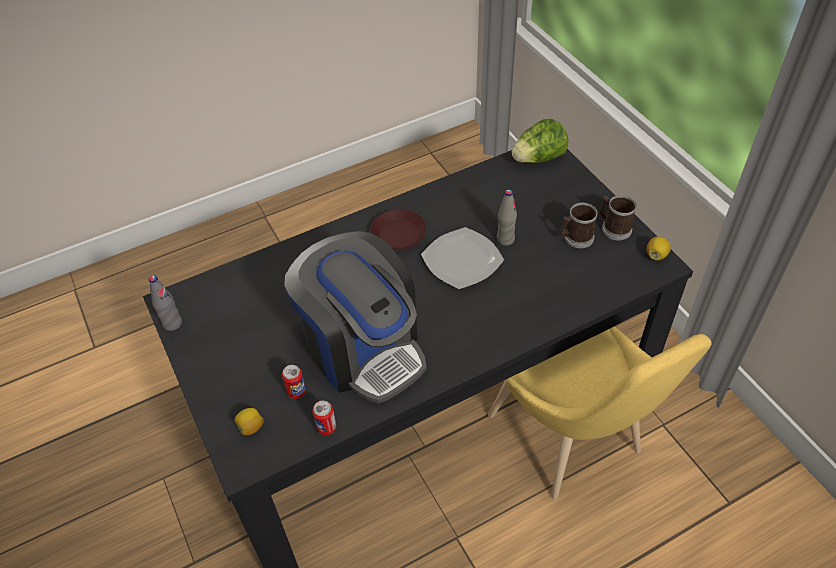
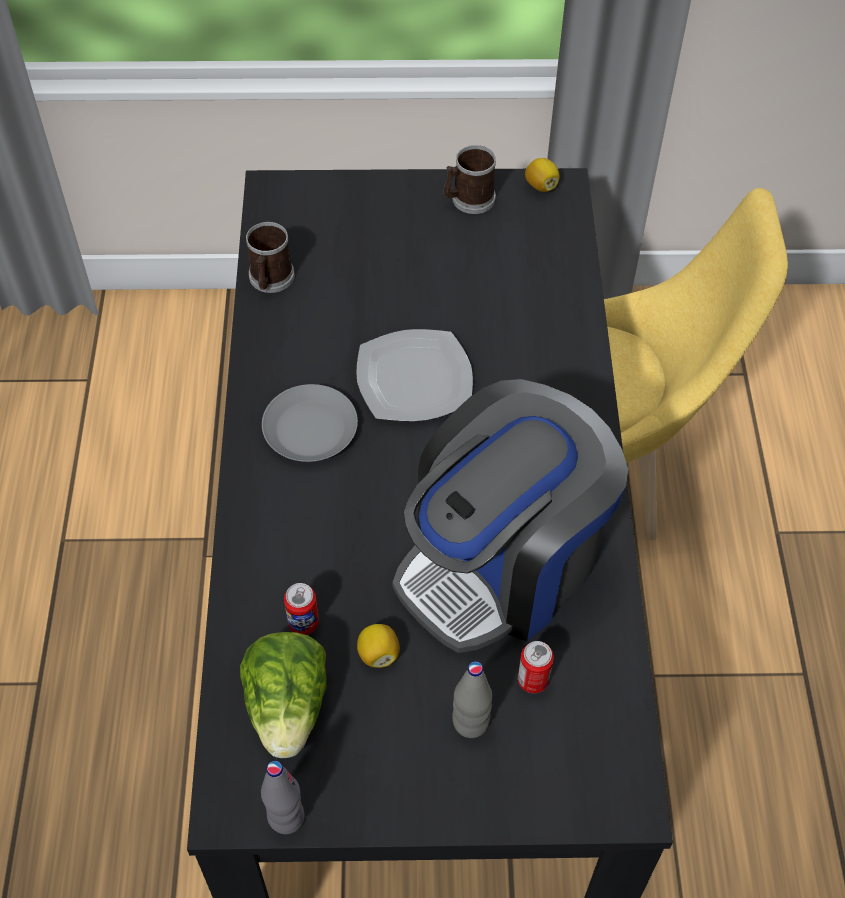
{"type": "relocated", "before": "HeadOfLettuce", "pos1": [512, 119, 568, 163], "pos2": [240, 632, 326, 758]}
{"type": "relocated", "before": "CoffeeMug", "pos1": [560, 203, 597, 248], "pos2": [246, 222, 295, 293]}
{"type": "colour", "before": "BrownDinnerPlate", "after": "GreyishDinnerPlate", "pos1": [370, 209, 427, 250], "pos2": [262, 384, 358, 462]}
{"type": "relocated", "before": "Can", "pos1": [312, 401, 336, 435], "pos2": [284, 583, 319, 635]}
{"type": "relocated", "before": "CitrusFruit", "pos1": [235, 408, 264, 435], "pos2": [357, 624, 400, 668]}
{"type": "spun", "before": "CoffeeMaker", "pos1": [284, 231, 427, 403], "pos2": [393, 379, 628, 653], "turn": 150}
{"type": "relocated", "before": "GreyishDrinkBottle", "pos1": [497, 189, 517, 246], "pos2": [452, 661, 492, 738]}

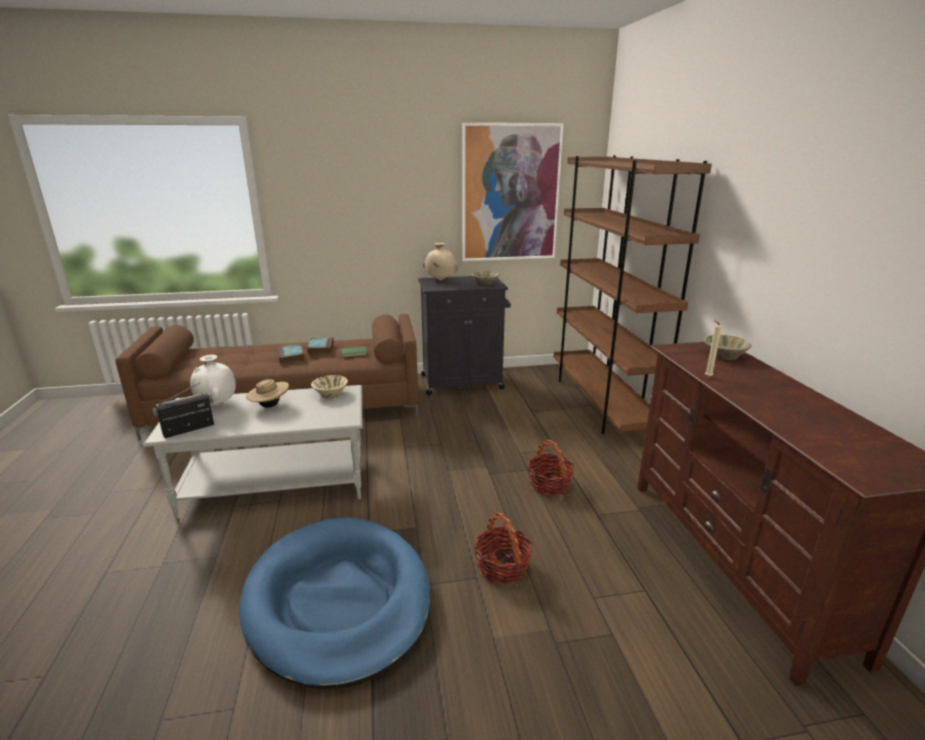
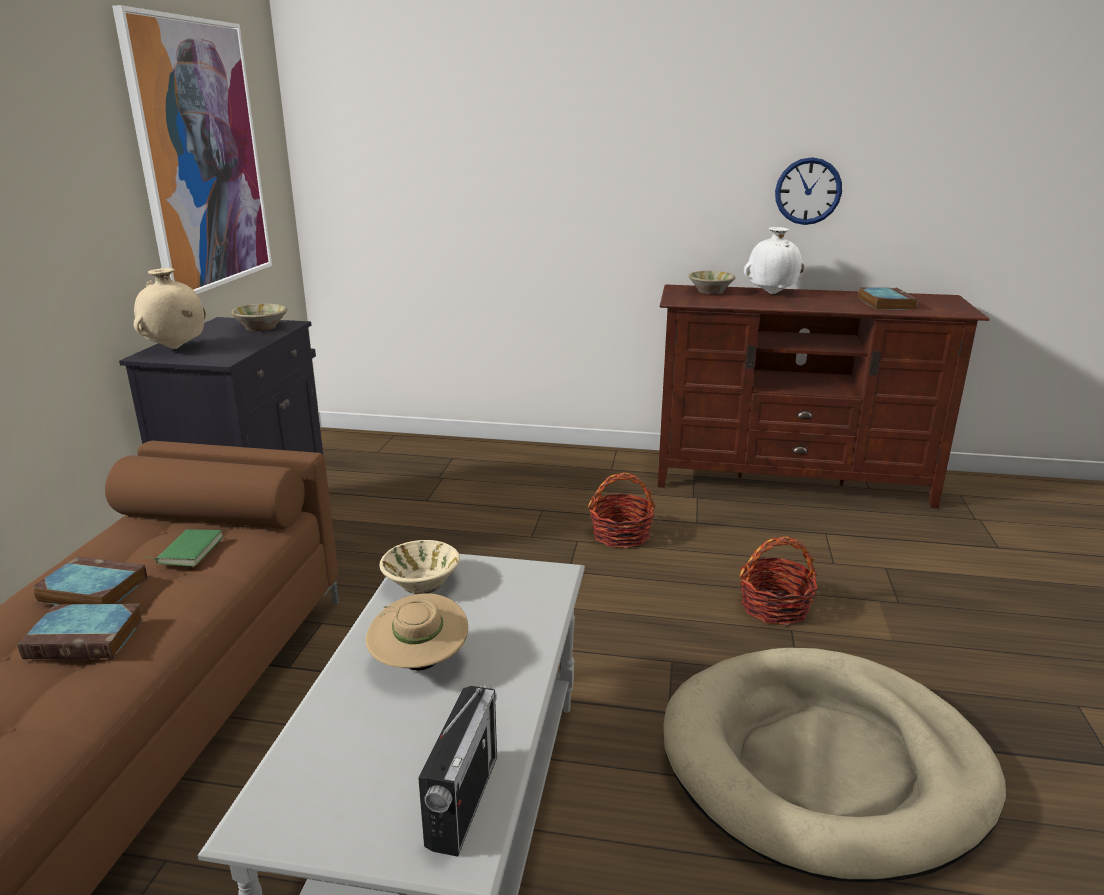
{"type": "spun", "before": "RadioSet", "pos1": [152, 383, 214, 438], "pos2": [418, 685, 497, 857], "turn": -150}
{"type": "colour", "before": "BlueDogCushion", "after": "BeigeColouredDogCushion", "pos1": [239, 517, 430, 689], "pos2": [663, 648, 1006, 883]}
{"type": "relocated", "before": "WhiteColouredDecorativeVase", "pos1": [190, 355, 236, 405], "pos2": [744, 227, 805, 294]}
{"type": "appeared", "after": "HangingClock", "pos2": [775, 157, 842, 225]}
{"type": "appeared", "after": "BoundBook", "pos2": [858, 287, 918, 310]}
{"type": "missing", "before": "BrownBookshelf", "pos1": [554, 155, 712, 434]}
{"type": "missing", "before": "BeigeColouredWaxLight", "pos1": [705, 320, 722, 377]}

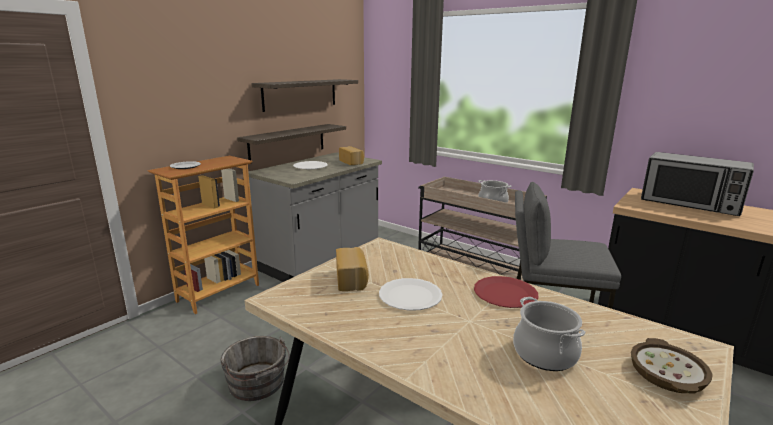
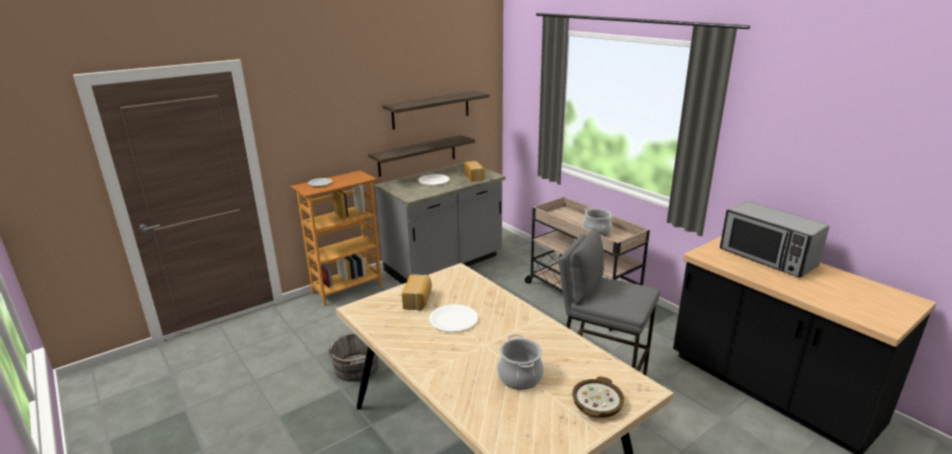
{"type": "missing", "before": "RedColouredDinnerPlate", "pos1": [474, 276, 539, 308]}

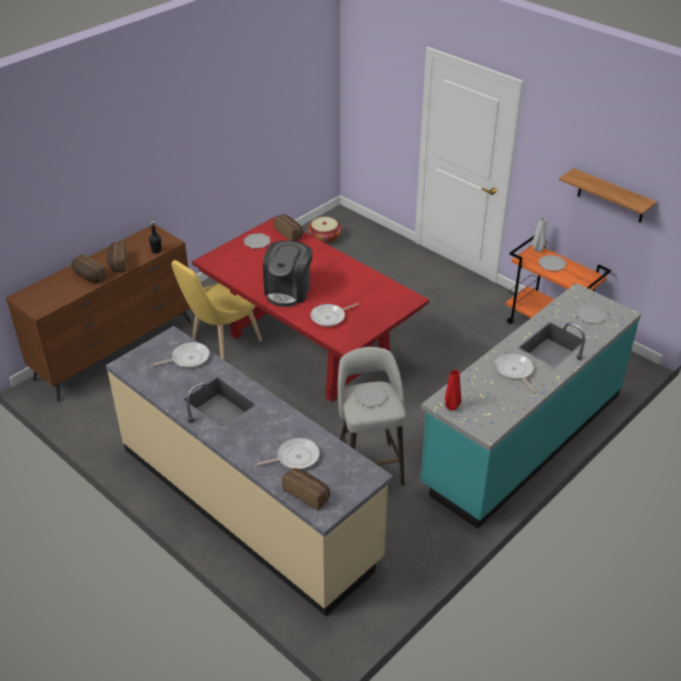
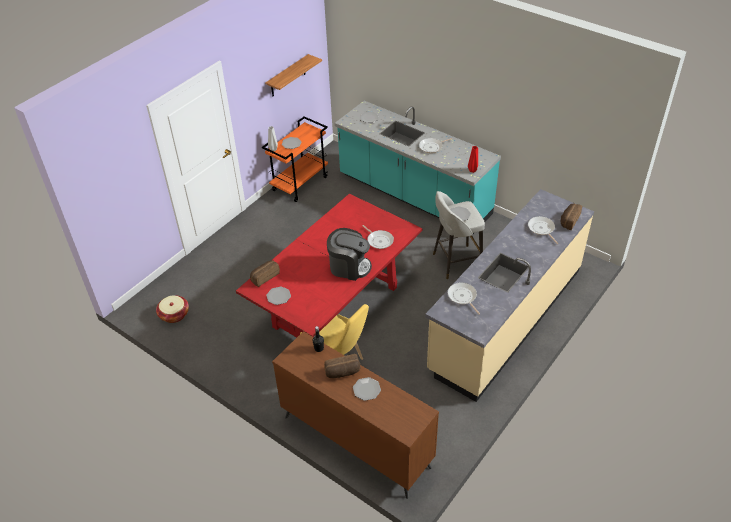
{"type": "exchanged", "before": "Bread", "after": "DinnerPlate", "pos1": [71, 254, 107, 283], "pos2": [353, 377, 381, 401]}

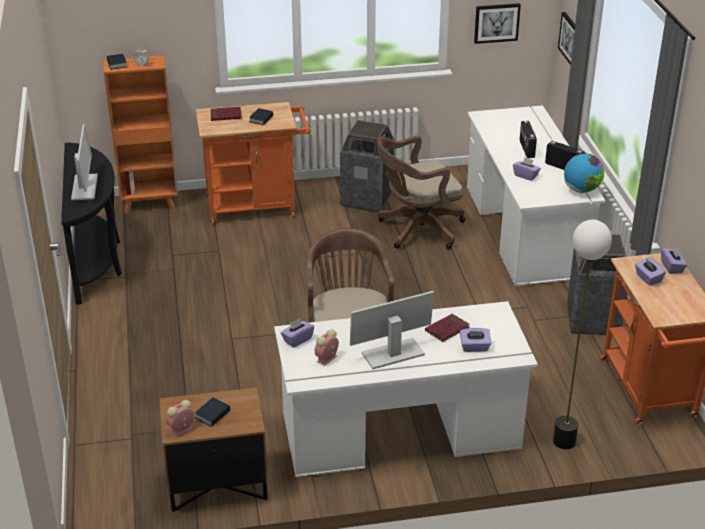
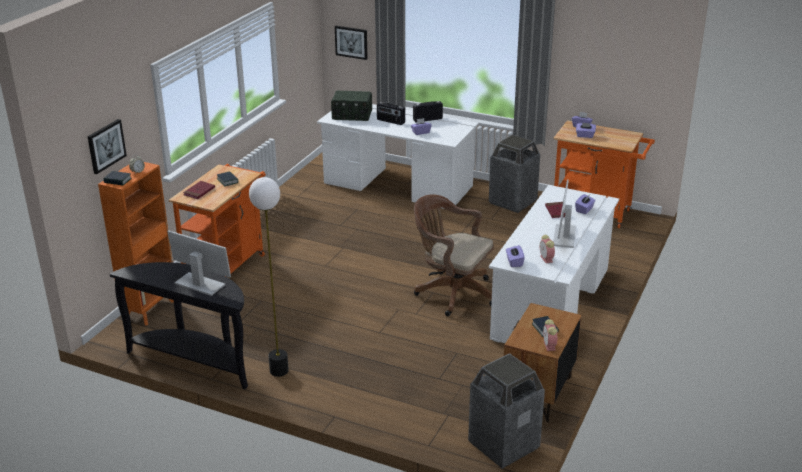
{"type": "relocated", "before": "Picture", "pos1": [474, 3, 521, 44], "pos2": [87, 119, 127, 174]}
{"type": "relocated", "before": "FloorLamp", "pos1": [553, 220, 612, 449], "pos2": [249, 177, 289, 377]}
{"type": "appeared", "after": "RadioSet", "pos2": [331, 91, 372, 121]}
{"type": "relocated", "before": "TrashCan", "pos1": [340, 120, 395, 213], "pos2": [468, 353, 545, 469]}
{"type": "missing", "before": "BrownOfficeChair", "pos1": [377, 136, 466, 249]}
{"type": "missing", "before": "DeskGlobe", "pos1": [564, 153, 604, 193]}

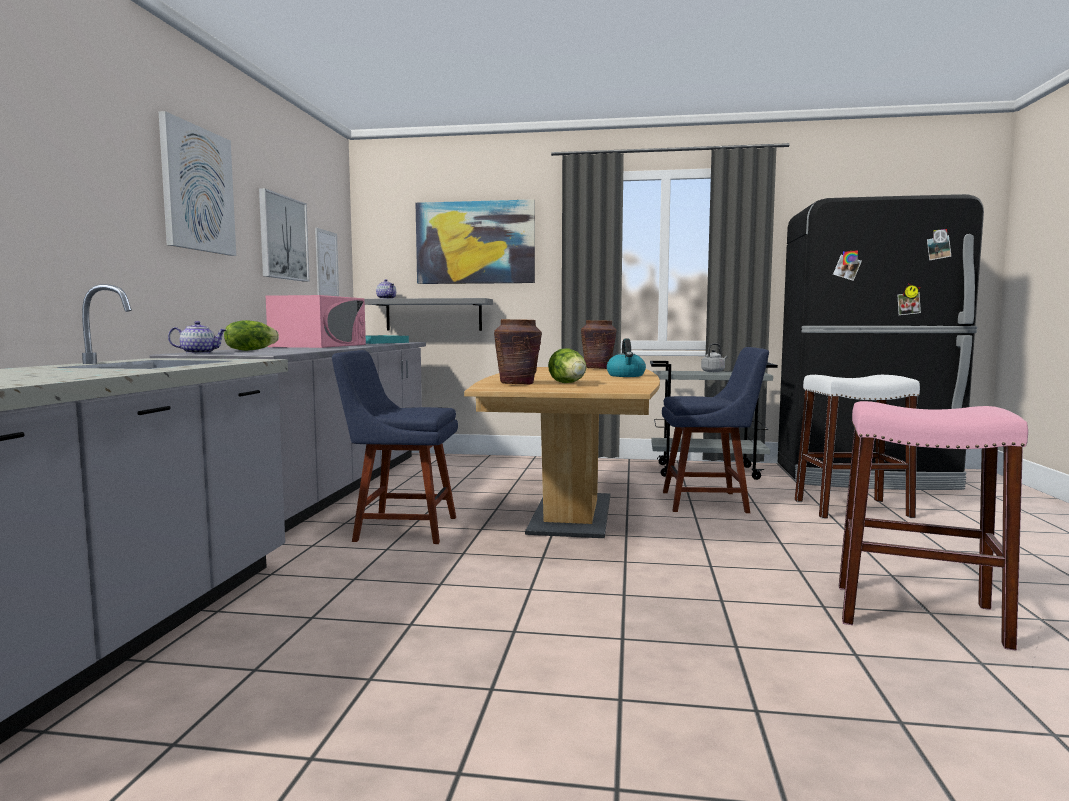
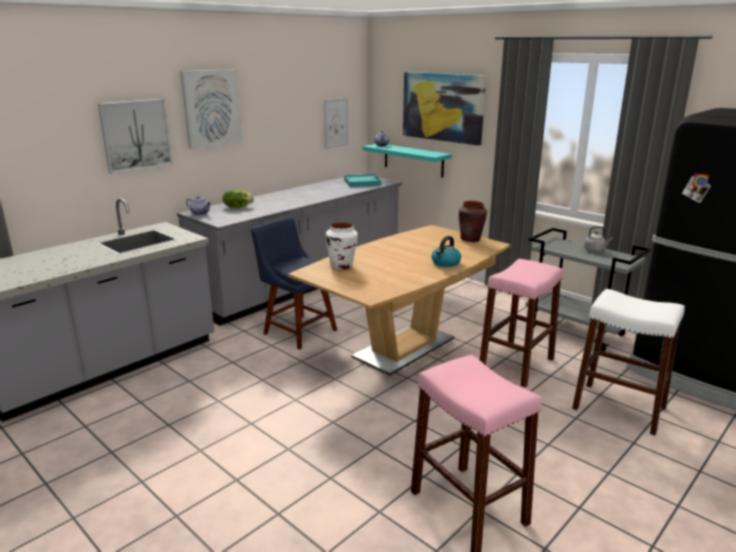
{"type": "relocated", "before": "Picture", "pos1": [259, 188, 310, 282], "pos2": [97, 99, 173, 174]}
{"type": "colour", "before": "BrownDecorativeVase", "after": "WhiteColouredDecorativeVase", "pos1": [494, 319, 542, 384], "pos2": [326, 222, 358, 269]}
{"type": "colour", "before": "GreyishWallShelf", "after": "TurquoiseColouredWallShelf", "pos1": [365, 298, 493, 331], "pos2": [362, 144, 452, 177]}
{"type": "exchanged", "before": "BlueUprightChair", "after": "PinkSittingStool", "pos1": [662, 347, 769, 513], "pos2": [480, 259, 563, 388]}
{"type": "missing", "before": "PinkKitchenMicrowave", "pos1": [266, 295, 366, 348]}
{"type": "missing", "before": "HeadOfLettuce", "pos1": [548, 348, 587, 383]}

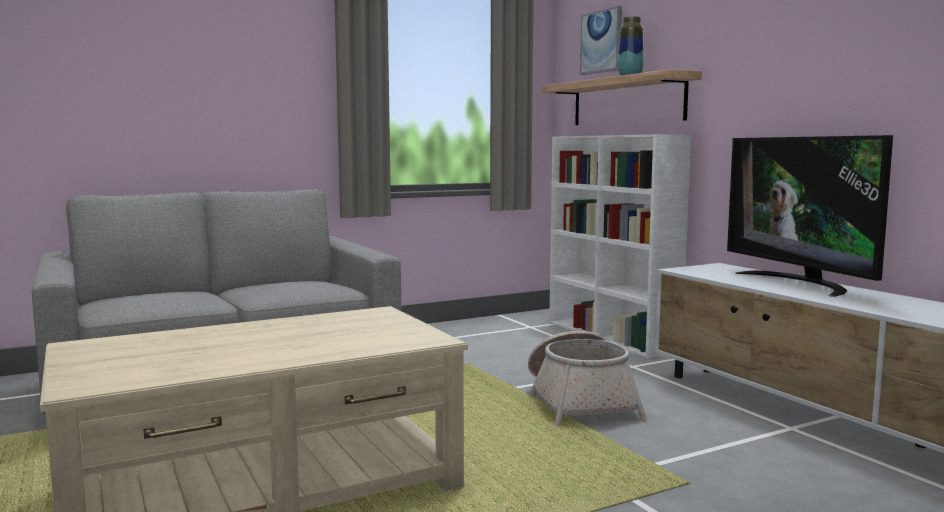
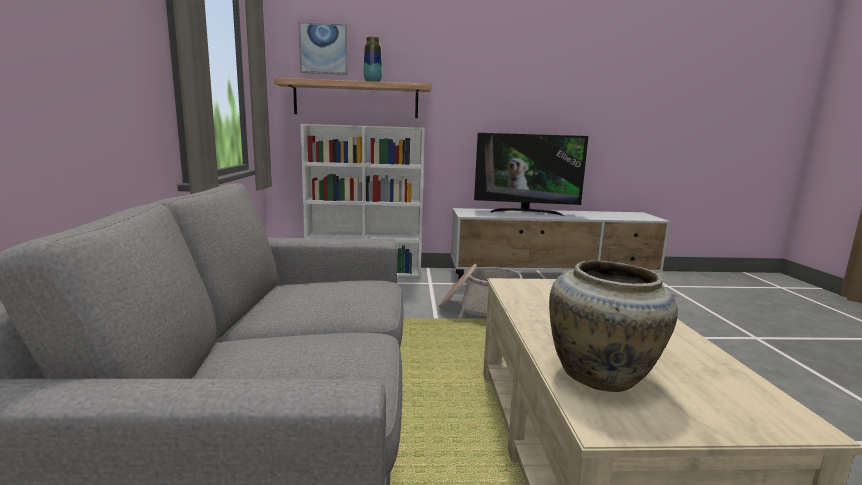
{"type": "appeared", "after": "BeigeColouredDecorativeVase", "pos2": [549, 260, 678, 392]}

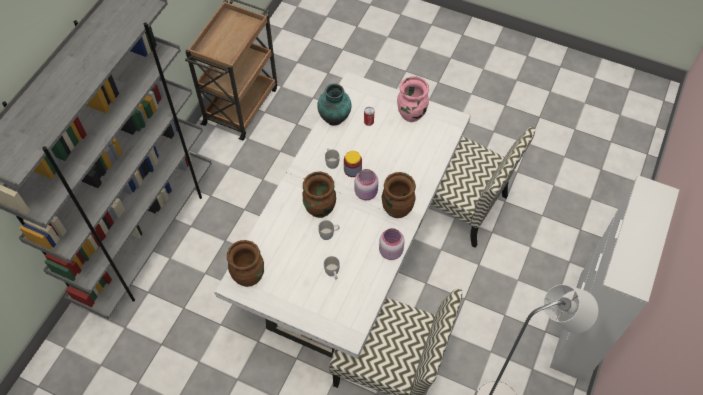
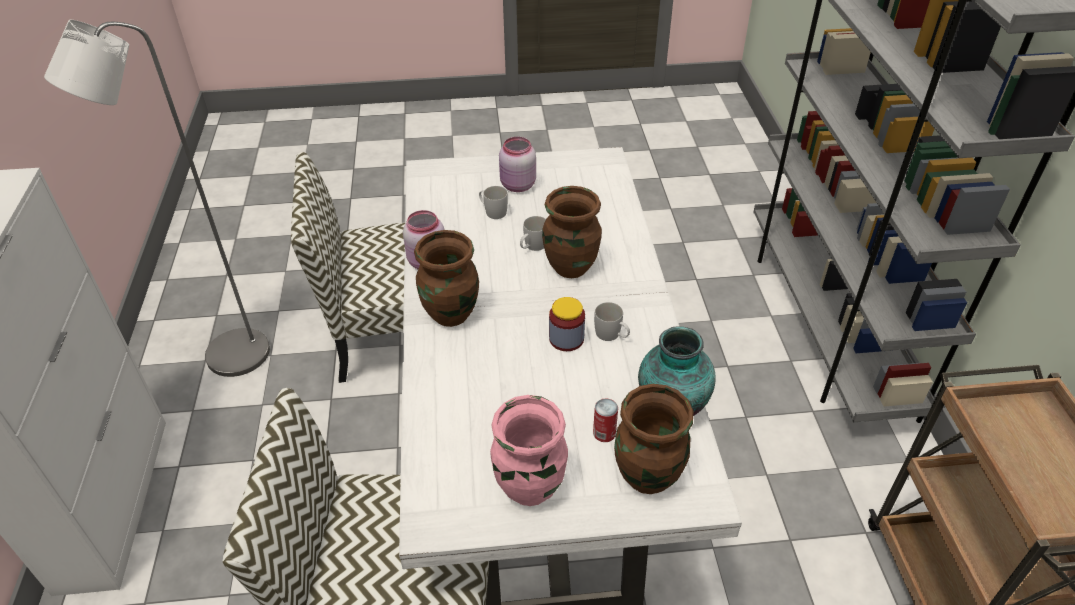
{"type": "relocated", "before": "PinkPreserveJar", "pos1": [354, 169, 378, 200], "pos2": [499, 137, 536, 192]}
{"type": "relocated", "before": "BrownDecorativeVase", "pos1": [227, 240, 264, 287], "pos2": [614, 384, 693, 494]}

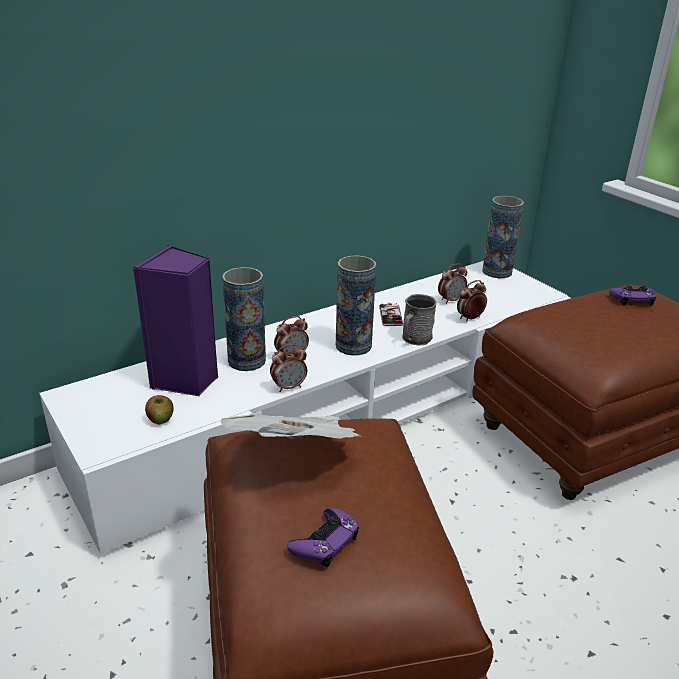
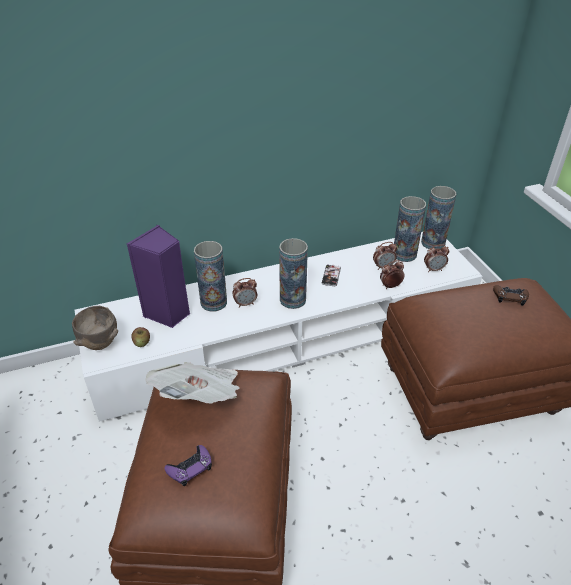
{"type": "appeared", "after": "BrownBowl", "pos2": [72, 306, 118, 350]}
{"type": "appeared", "after": "DecorativeVase", "pos2": [394, 196, 426, 262]}
{"type": "relocated", "before": "TableClock", "pos1": [270, 344, 307, 392], "pos2": [424, 244, 449, 272]}
{"type": "colour", "before": "PurplishGamepad", "after": "BrownGamepad", "pos1": [609, 285, 656, 306], "pos2": [493, 285, 529, 306]}
{"type": "missing", "before": "GreyishCoffeeMug", "pos1": [402, 294, 437, 345]}

